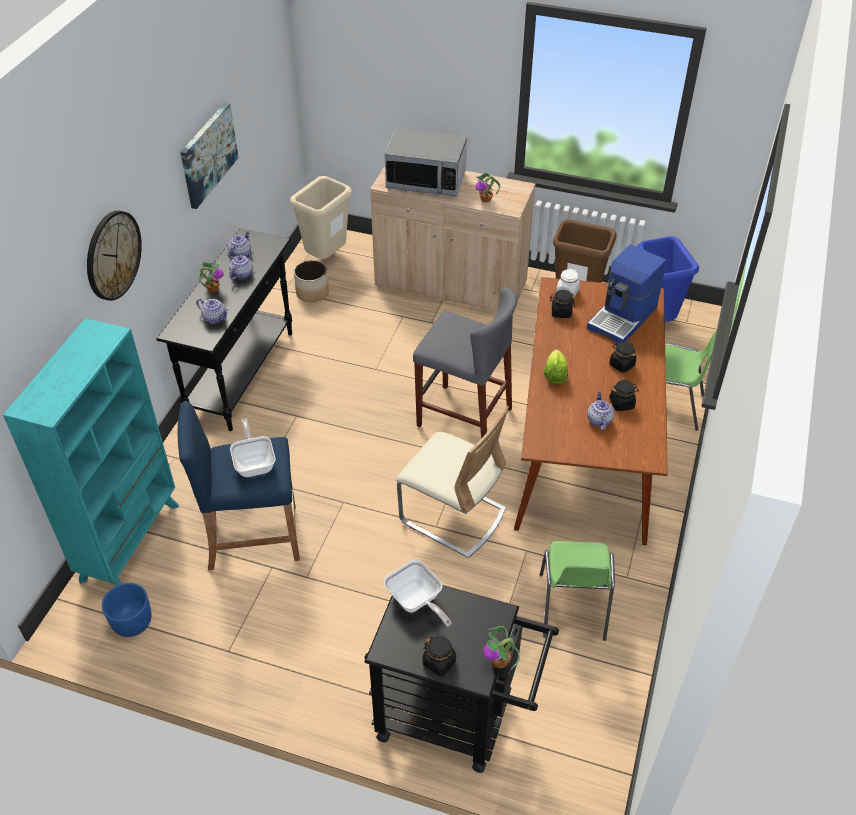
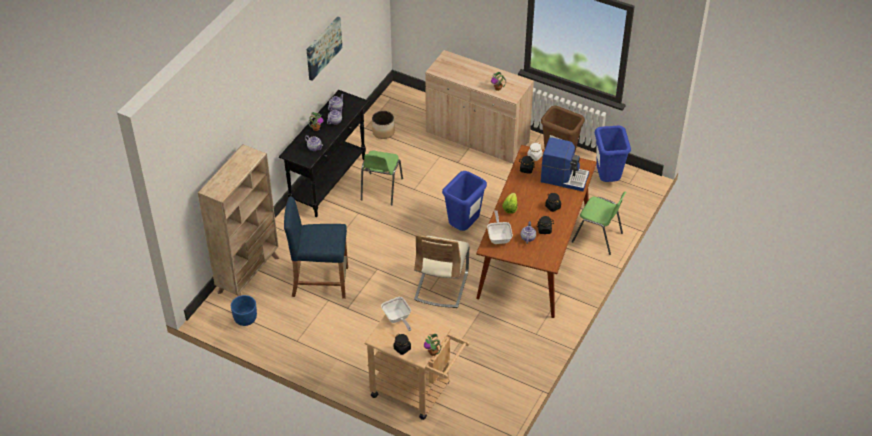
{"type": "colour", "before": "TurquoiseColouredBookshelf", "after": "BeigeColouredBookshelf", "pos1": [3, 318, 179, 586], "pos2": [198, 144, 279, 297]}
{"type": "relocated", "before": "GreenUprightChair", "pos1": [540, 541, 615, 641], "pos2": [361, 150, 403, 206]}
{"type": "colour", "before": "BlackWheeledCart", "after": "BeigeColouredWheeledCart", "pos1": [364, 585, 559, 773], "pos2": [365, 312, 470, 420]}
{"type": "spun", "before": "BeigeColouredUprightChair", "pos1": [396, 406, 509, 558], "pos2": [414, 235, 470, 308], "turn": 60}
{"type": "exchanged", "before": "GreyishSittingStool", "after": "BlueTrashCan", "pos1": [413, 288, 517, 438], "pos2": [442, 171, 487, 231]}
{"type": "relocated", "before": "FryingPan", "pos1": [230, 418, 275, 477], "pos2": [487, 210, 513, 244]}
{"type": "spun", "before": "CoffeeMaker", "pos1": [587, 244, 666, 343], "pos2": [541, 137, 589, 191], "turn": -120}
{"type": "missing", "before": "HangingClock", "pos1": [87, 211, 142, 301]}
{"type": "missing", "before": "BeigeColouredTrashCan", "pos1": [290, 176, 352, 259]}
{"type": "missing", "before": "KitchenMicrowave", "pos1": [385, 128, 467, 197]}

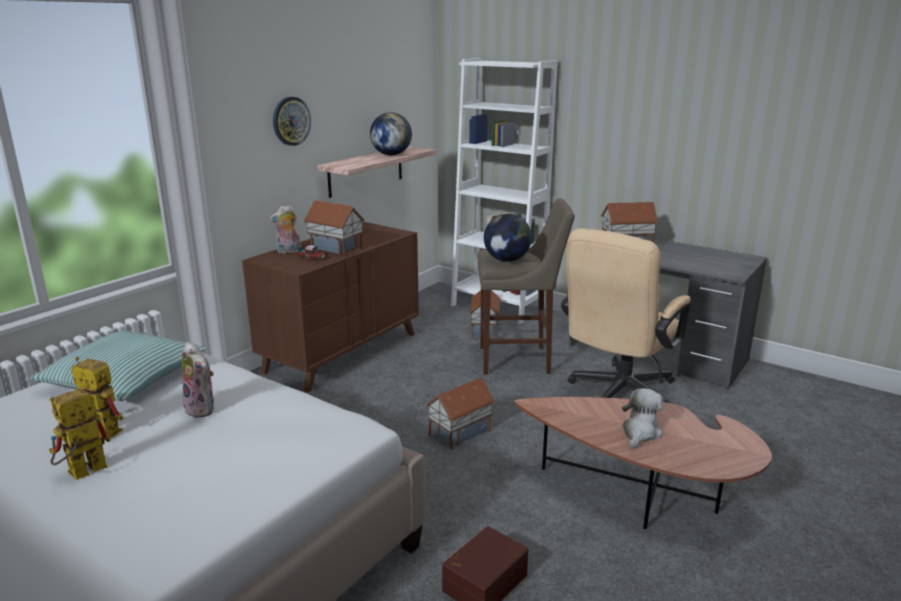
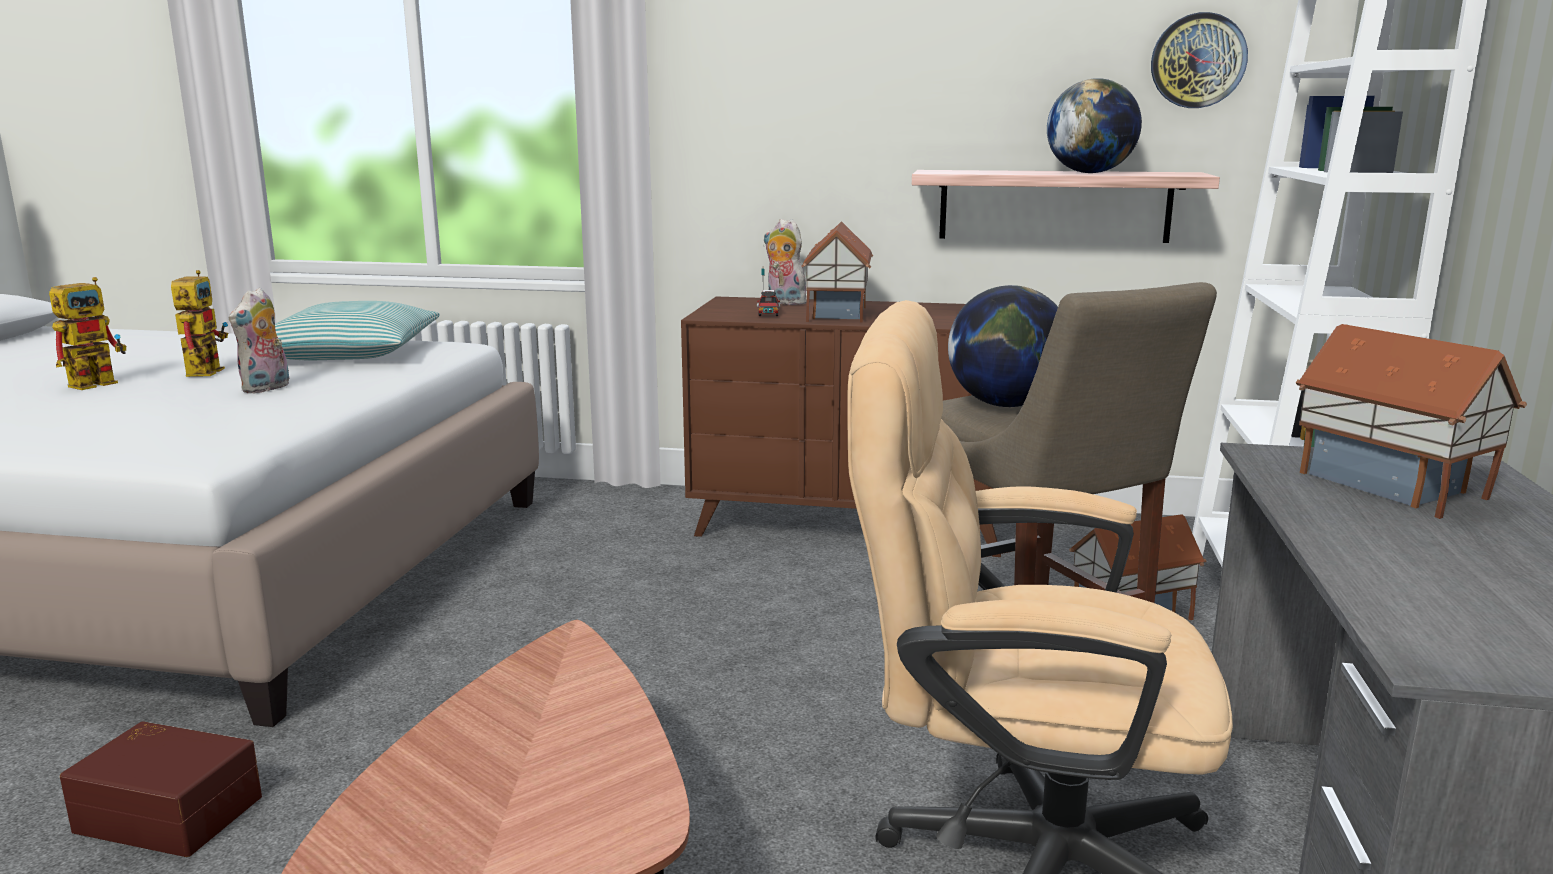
{"type": "spun", "before": "ModelRobot", "pos1": [49, 388, 110, 480], "pos2": [49, 277, 126, 390], "turn": 105}
{"type": "relocated", "before": "HangingClock", "pos1": [273, 97, 311, 146], "pos2": [1151, 12, 1248, 108]}
{"type": "missing", "before": "ToyHouse", "pos1": [425, 378, 495, 449]}
{"type": "missing", "before": "PlushToy", "pos1": [622, 388, 663, 449]}

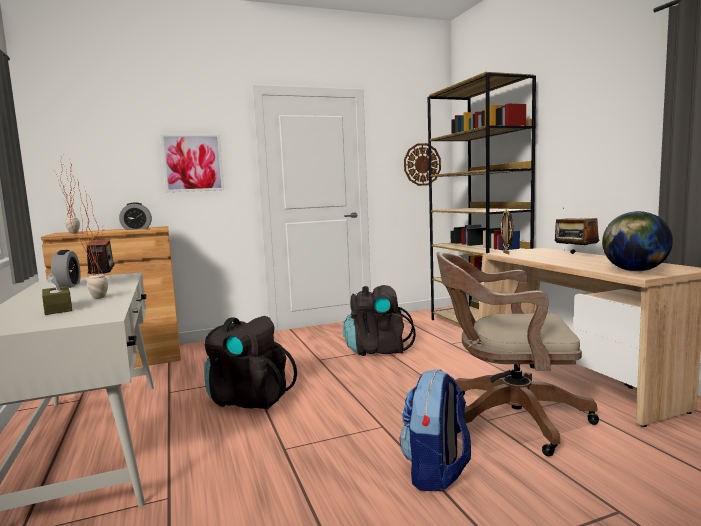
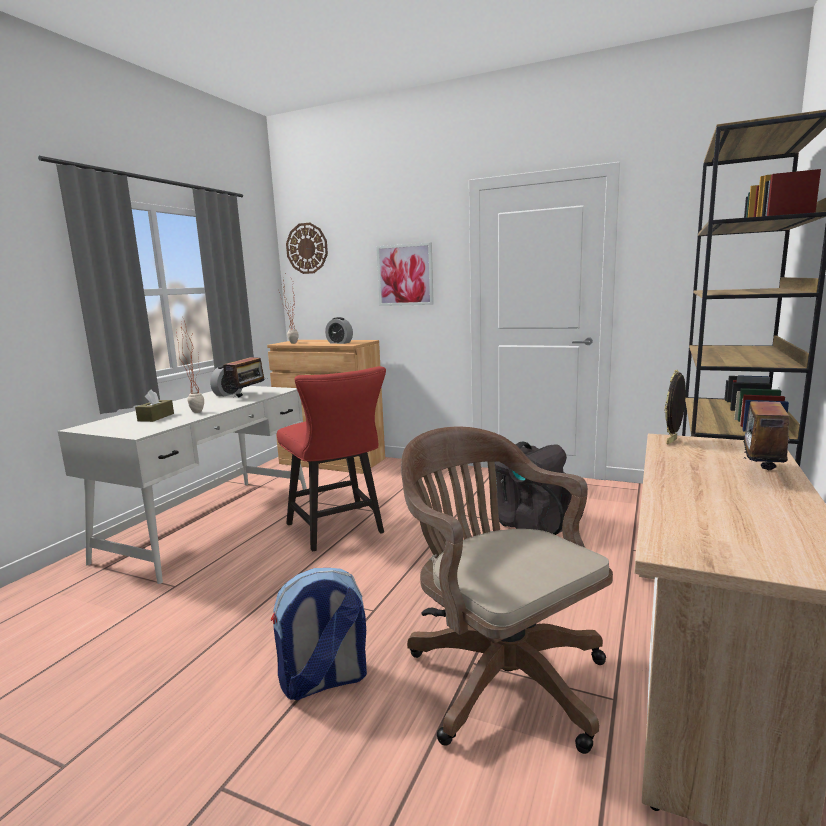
{"type": "exchanged", "before": "BlackRucksack", "after": "RedColouredUprightChair", "pos1": [204, 316, 297, 410], "pos2": [277, 366, 386, 551]}
{"type": "relocated", "before": "HangingClock", "pos1": [404, 143, 441, 186], "pos2": [286, 223, 328, 274]}
{"type": "missing", "before": "DeskGlobe", "pos1": [602, 211, 673, 272]}

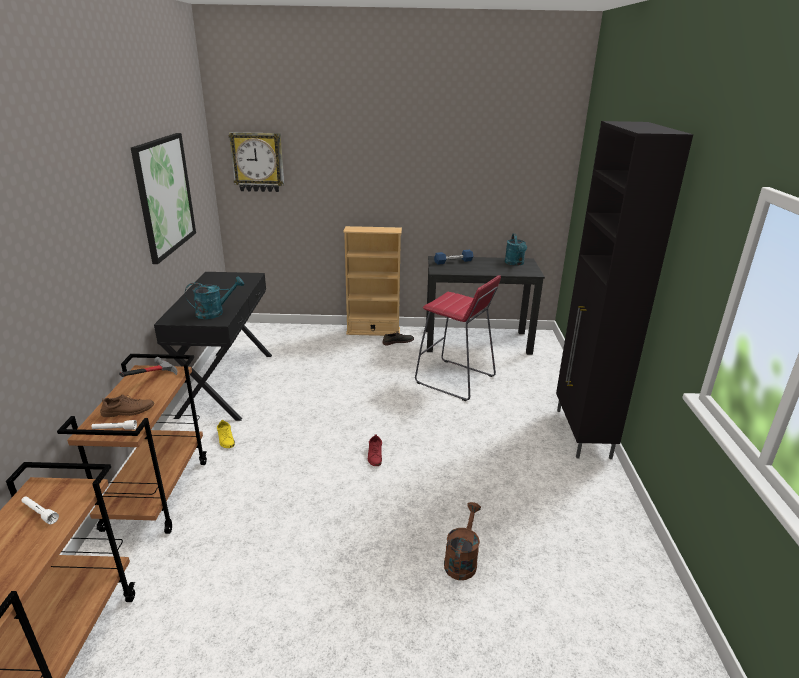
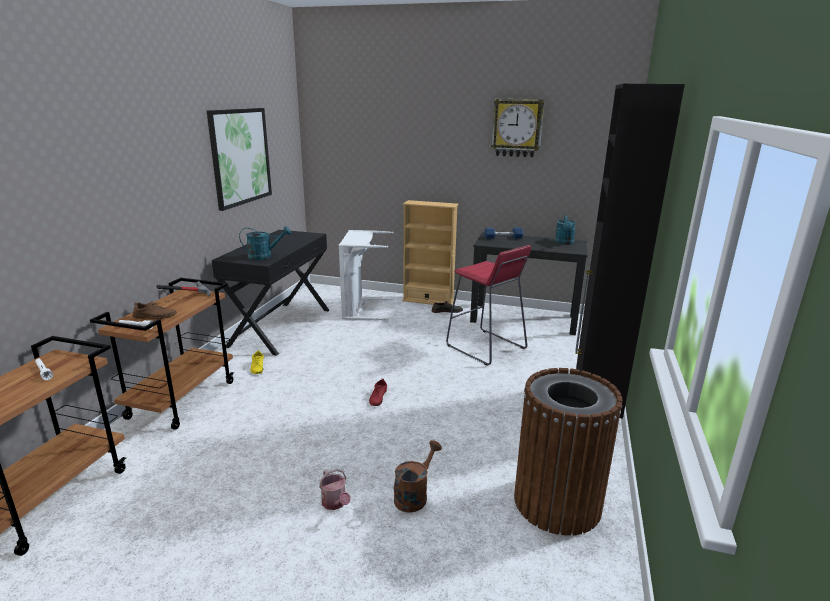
{"type": "appeared", "after": "WateringCan", "pos2": [319, 469, 351, 510]}
{"type": "appeared", "after": "WhiteColouredWashingBasket", "pos2": [339, 230, 394, 320]}
{"type": "relocated", "before": "HangingClock", "pos1": [228, 132, 284, 192], "pos2": [491, 99, 545, 157]}
{"type": "appeared", "after": "BrownTrashCan", "pos2": [514, 368, 622, 536]}

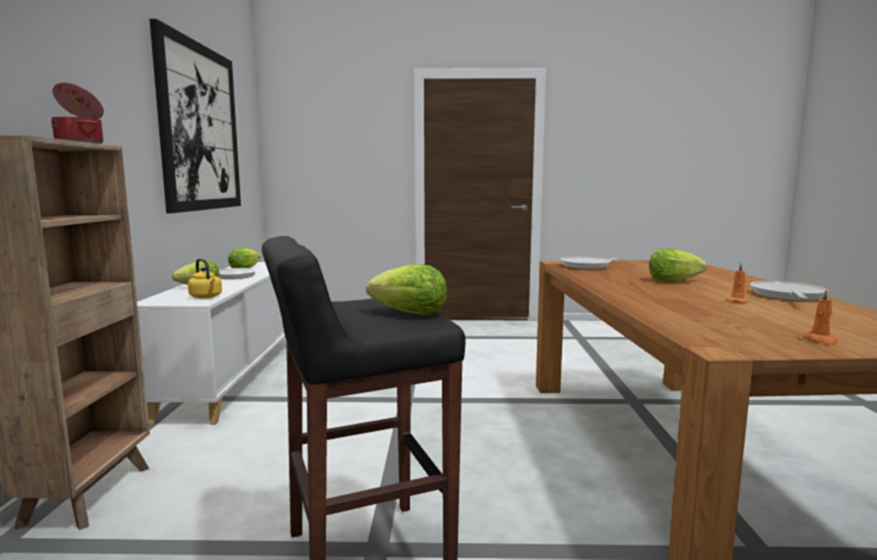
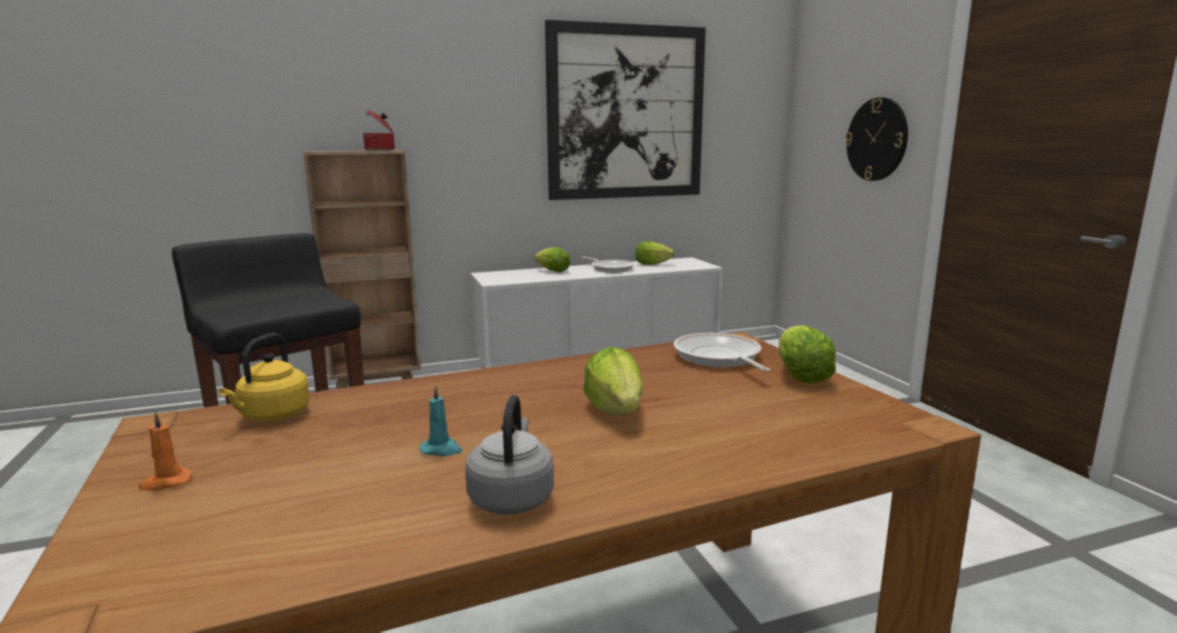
{"type": "relocated", "before": "YellowishWaterKettle", "pos1": [188, 259, 222, 299], "pos2": [219, 333, 310, 422]}
{"type": "colour", "before": "OrangeWaxLight", "after": "TurquoiseColouredWaxLight", "pos1": [726, 262, 749, 303], "pos2": [419, 385, 462, 456]}
{"type": "exchanged", "before": "FryingPan", "after": "GreyishWaterKettle", "pos1": [750, 281, 828, 301], "pos2": [465, 395, 554, 515]}
{"type": "relocated", "before": "HeadOfLettuce", "pos1": [366, 265, 447, 315], "pos2": [779, 325, 836, 384]}
{"type": "appeared", "after": "HangingClock", "pos2": [845, 97, 908, 181]}

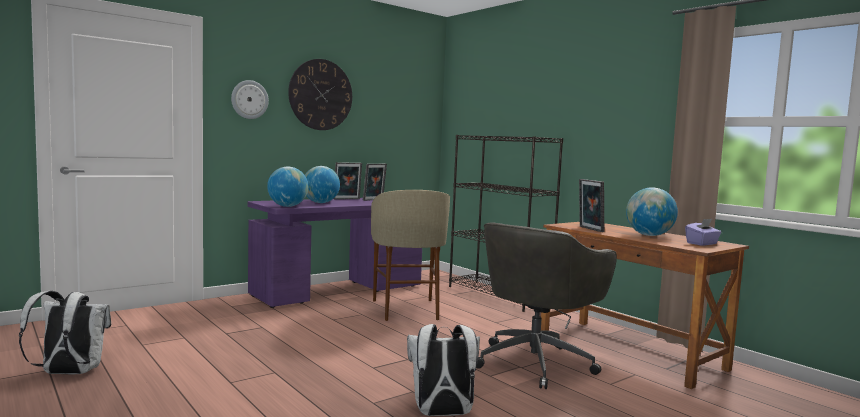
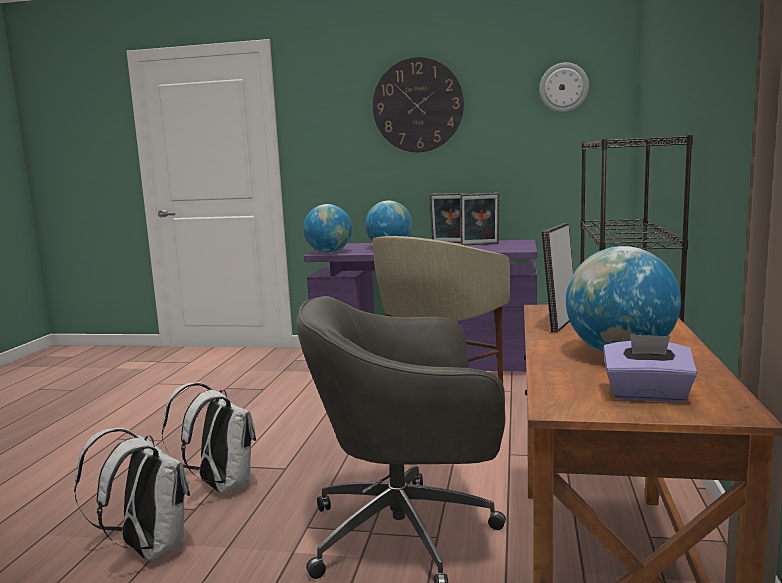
{"type": "relocated", "before": "WhiteColouredRucksack", "pos1": [19, 291, 111, 374], "pos2": [162, 382, 256, 493]}
{"type": "relocated", "before": "HangingClock", "pos1": [231, 80, 269, 119], "pos2": [539, 62, 589, 113]}

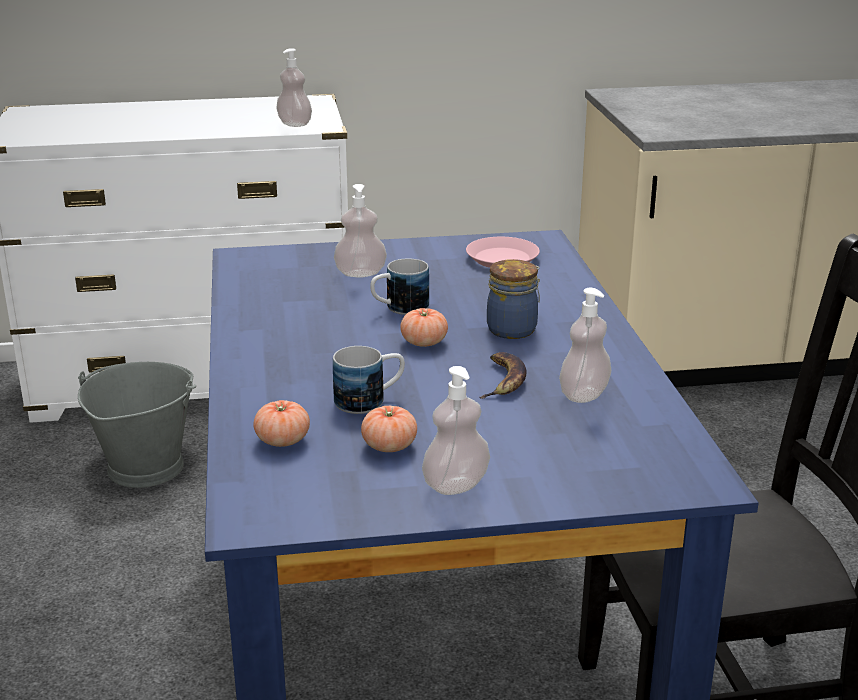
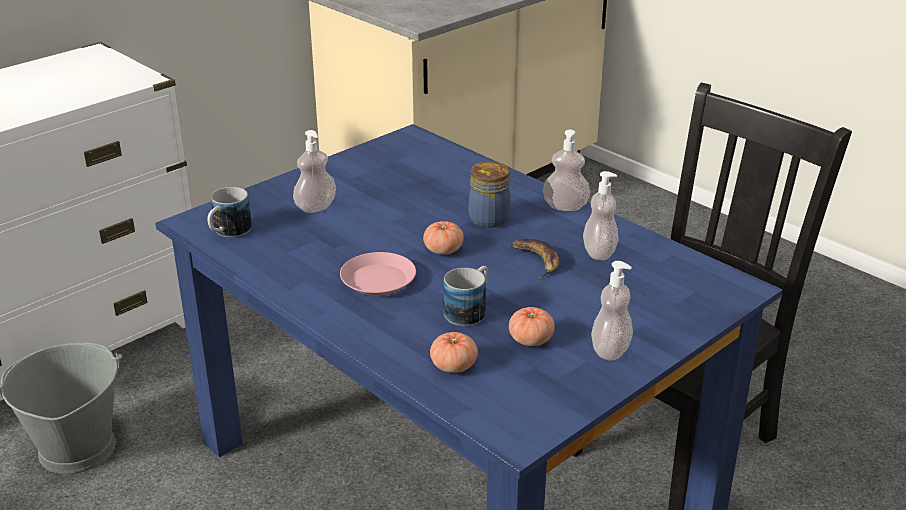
{"type": "relocated", "before": "CoffeeMug", "pos1": [370, 258, 429, 315], "pos2": [208, 187, 252, 238]}
{"type": "relocated", "before": "PinkDinnerPlate", "pos1": [466, 237, 540, 268], "pos2": [340, 252, 416, 296]}
{"type": "relocated", "before": "LiquidSoapBottle", "pos1": [276, 48, 312, 127], "pos2": [543, 130, 590, 211]}

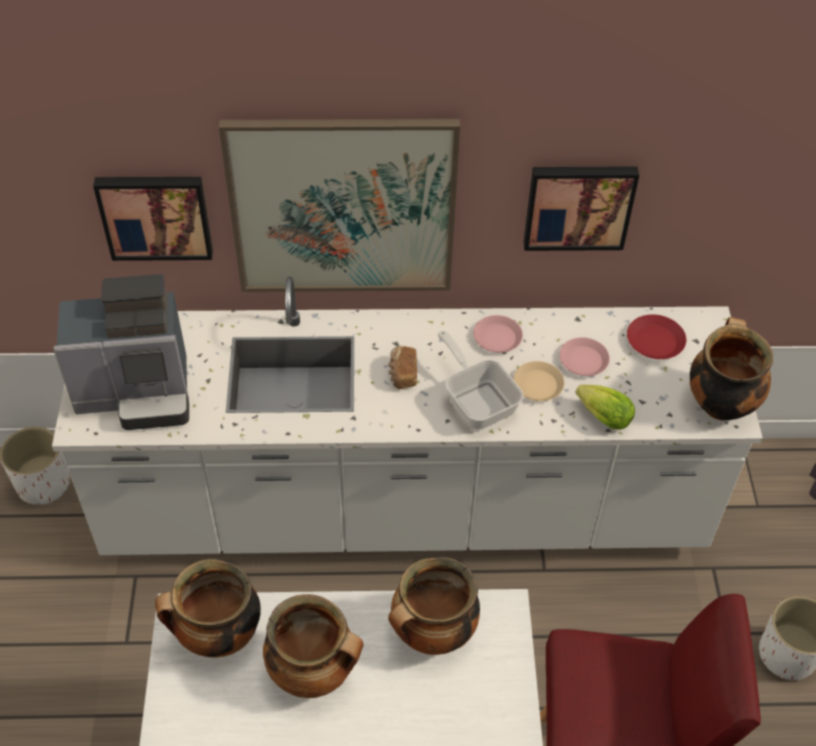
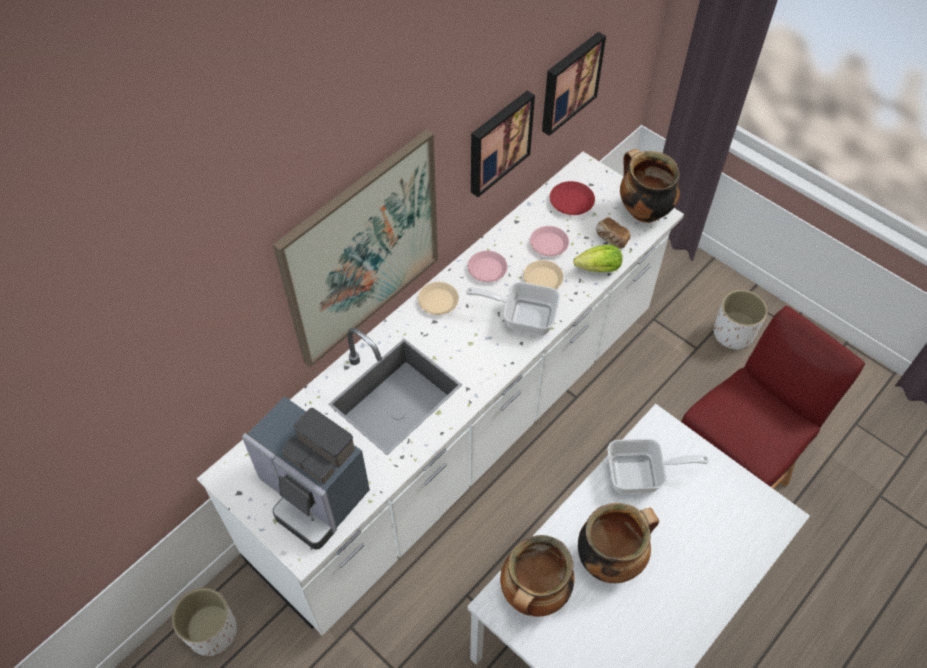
{"type": "spun", "before": "CoffeeMaker", "pos1": [53, 274, 189, 430], "pos2": [242, 396, 370, 550], "turn": 90}
{"type": "appeared", "after": "BeigeColouredDinnerPlate", "pos2": [418, 282, 459, 315]}
{"type": "relocated", "before": "Picture", "pos1": [93, 177, 213, 261], "pos2": [542, 32, 606, 136]}
{"type": "relocated", "before": "Bread", "pos1": [388, 346, 417, 389], "pos2": [596, 217, 631, 249]}
{"type": "exchanged", "before": "CookingPot", "after": "FryingPan", "pos1": [388, 557, 480, 655], "pos2": [607, 439, 709, 494]}

